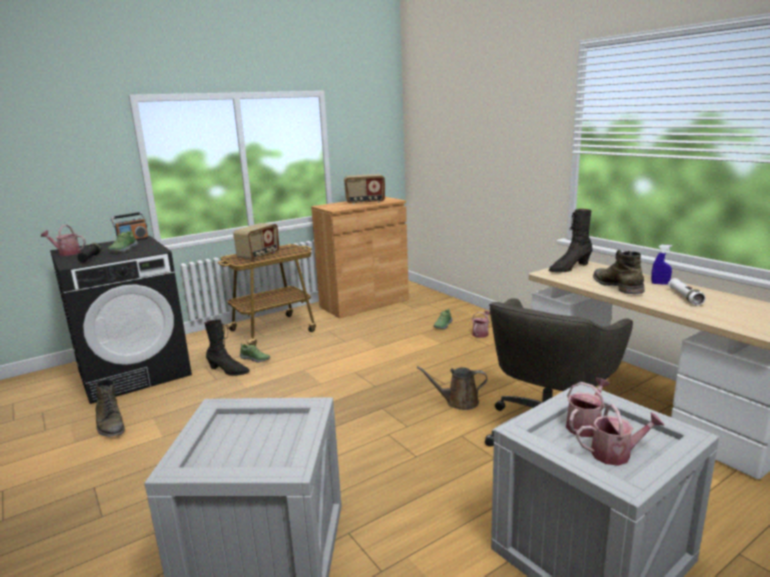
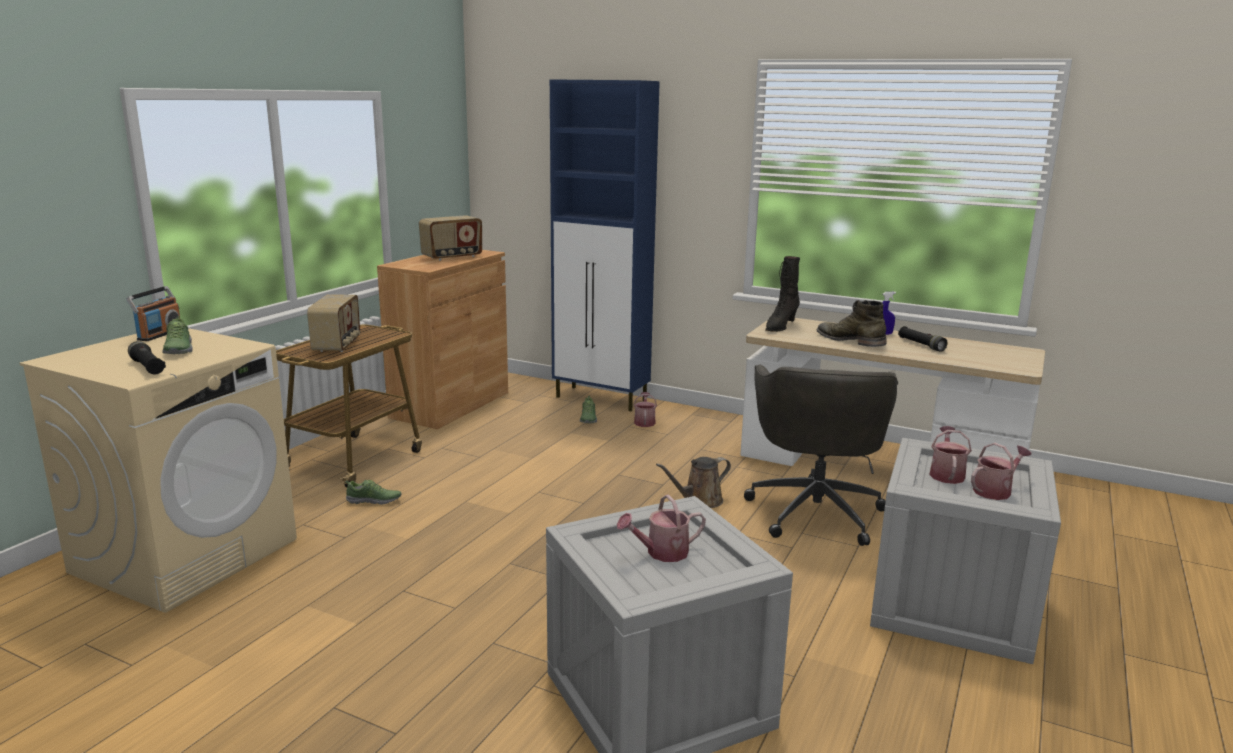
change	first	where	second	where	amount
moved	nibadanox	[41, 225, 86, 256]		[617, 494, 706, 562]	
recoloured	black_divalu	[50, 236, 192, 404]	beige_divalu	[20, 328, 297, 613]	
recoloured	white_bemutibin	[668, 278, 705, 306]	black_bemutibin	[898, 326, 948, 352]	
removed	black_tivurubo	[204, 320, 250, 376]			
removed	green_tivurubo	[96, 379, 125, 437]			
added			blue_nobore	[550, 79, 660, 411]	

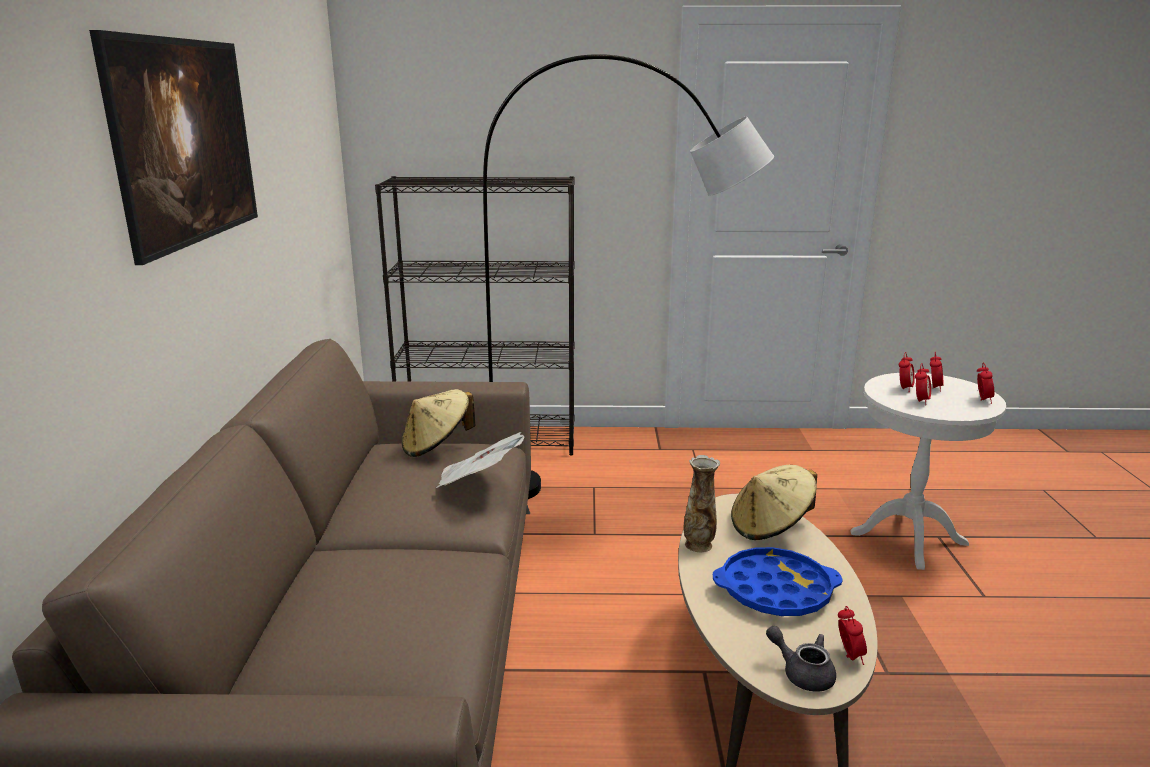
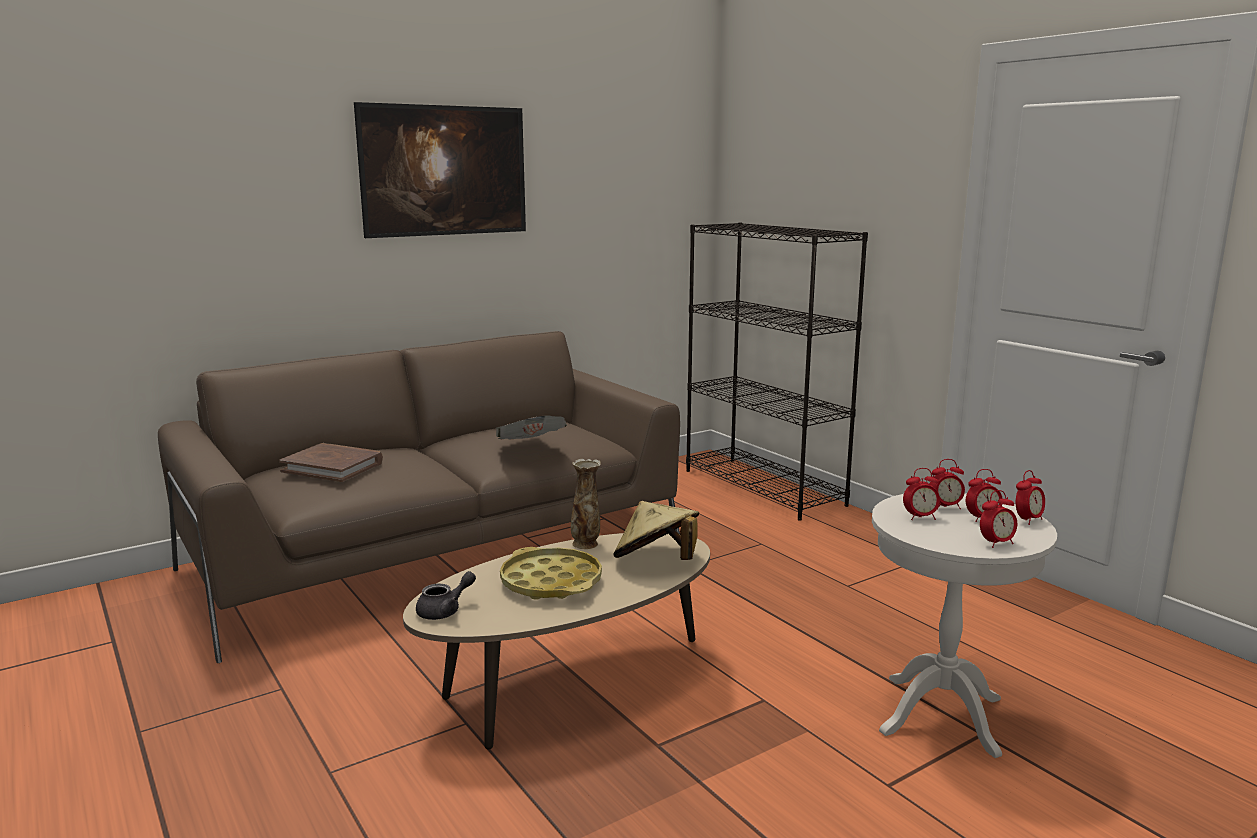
change	first	where	second	where	amount
removed	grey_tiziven	[483, 54, 774, 499]			
removed	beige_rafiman	[402, 389, 475, 457]			
recoloured	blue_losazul	[713, 547, 843, 616]	yellow_losazul	[500, 547, 602, 600]	
moved	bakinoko	[838, 606, 867, 665]		[1016, 470, 1045, 525]	
turned	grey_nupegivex	[766, 626, 836, 692]		[416, 571, 476, 620]	45 degrees clockwise
added			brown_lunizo	[279, 443, 383, 482]	

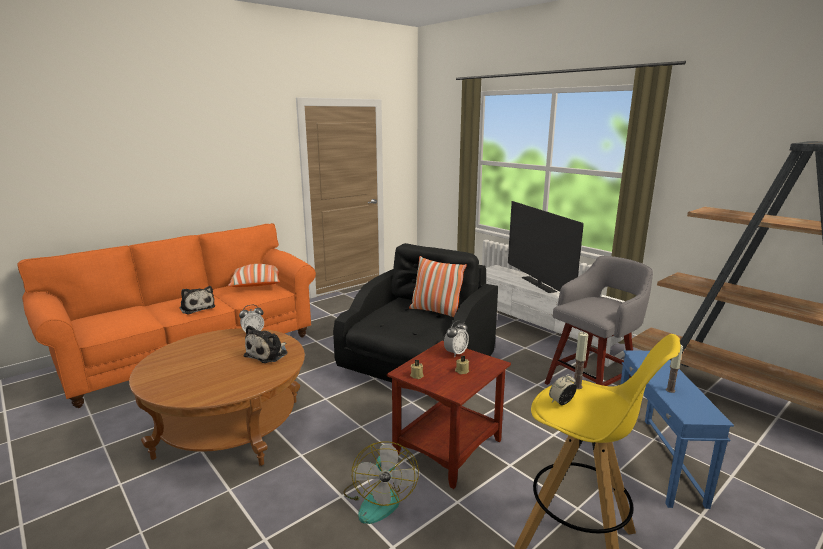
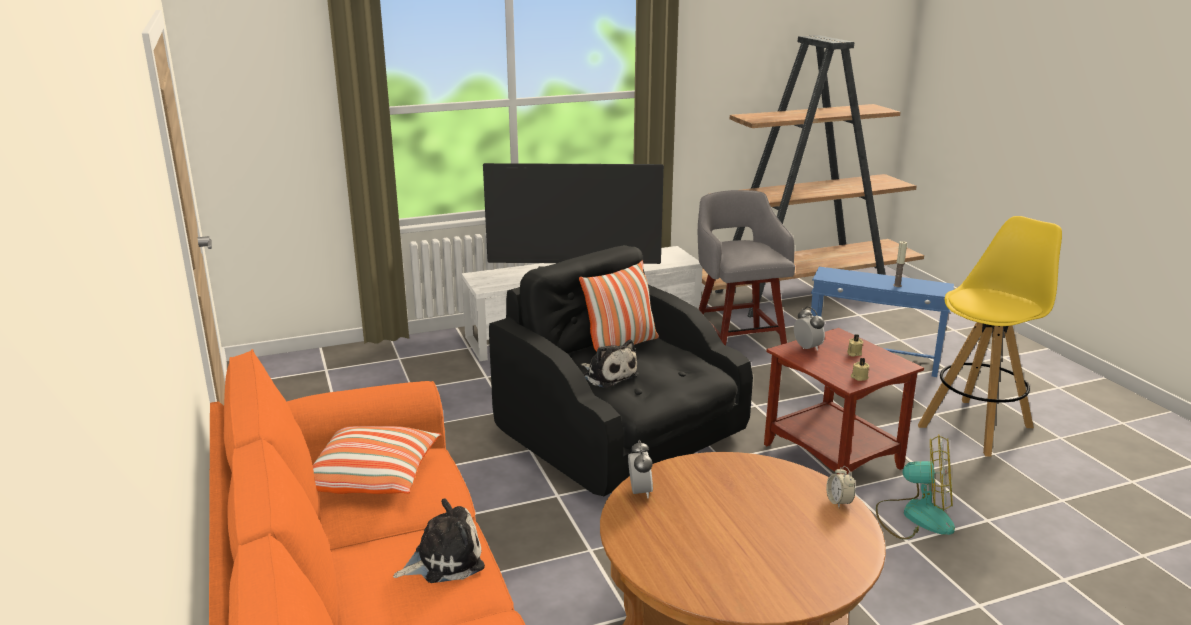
change	first	where	second	where	amount
moved	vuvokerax	[243, 325, 288, 363]		[581, 340, 639, 388]	
removed	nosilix	[574, 332, 588, 389]			
moved	bakinoko	[549, 374, 577, 405]		[826, 466, 855, 508]	

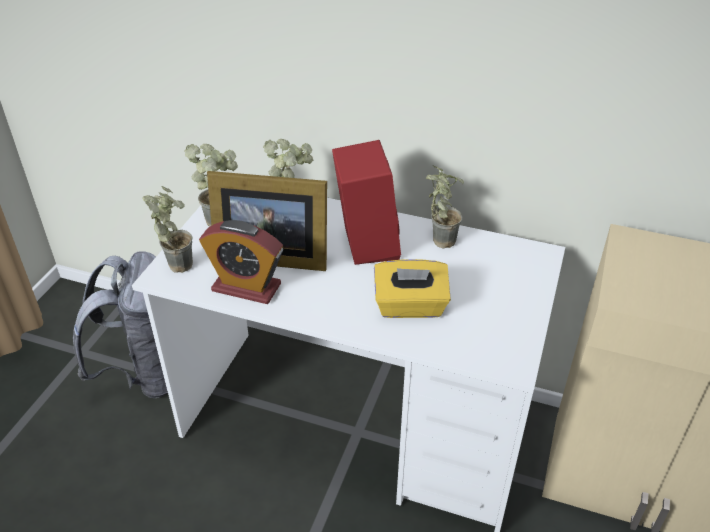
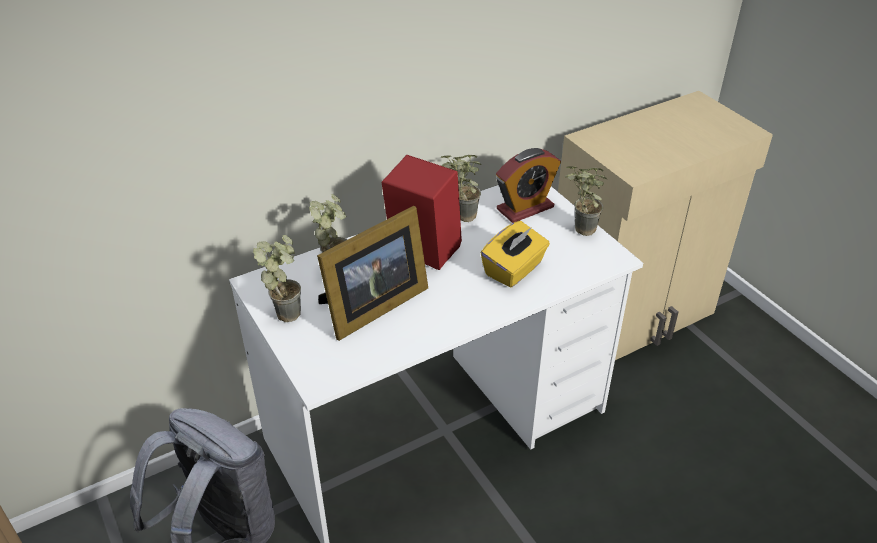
change	first	where	second	where	amount
moved	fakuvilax	[142, 186, 193, 273]		[565, 166, 607, 236]	
moved	bakinoko	[199, 220, 283, 304]		[496, 148, 561, 223]	

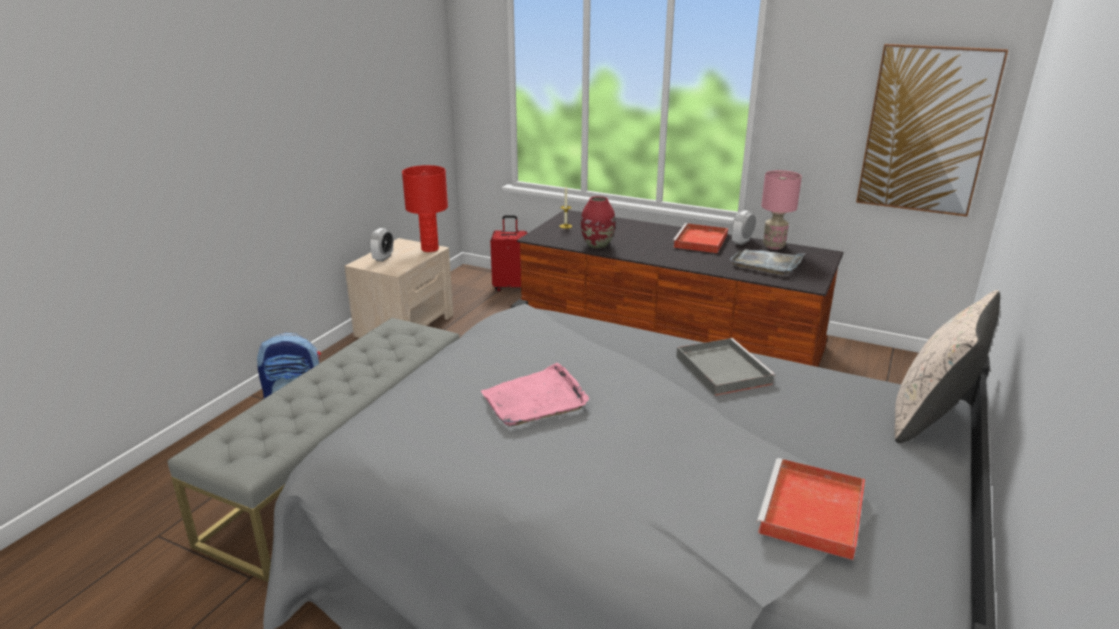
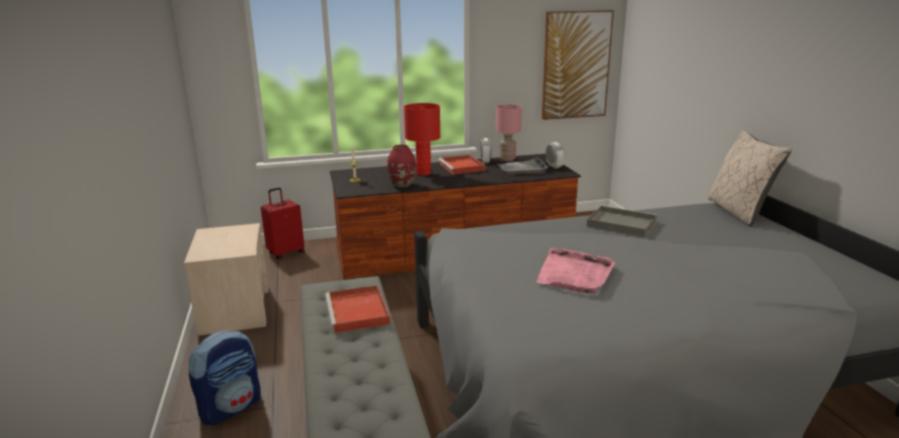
change	first	where	second	where	amount
moved	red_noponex	[402, 165, 448, 252]		[404, 103, 440, 175]	
moved	bakinoko	[370, 228, 393, 262]		[546, 142, 564, 169]	
moved	red_losazul	[756, 458, 865, 560]		[325, 285, 390, 333]	

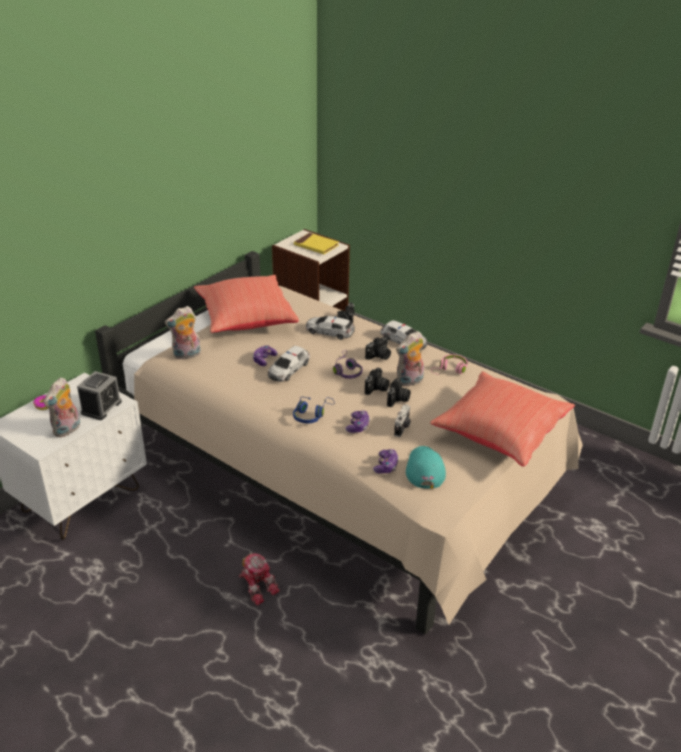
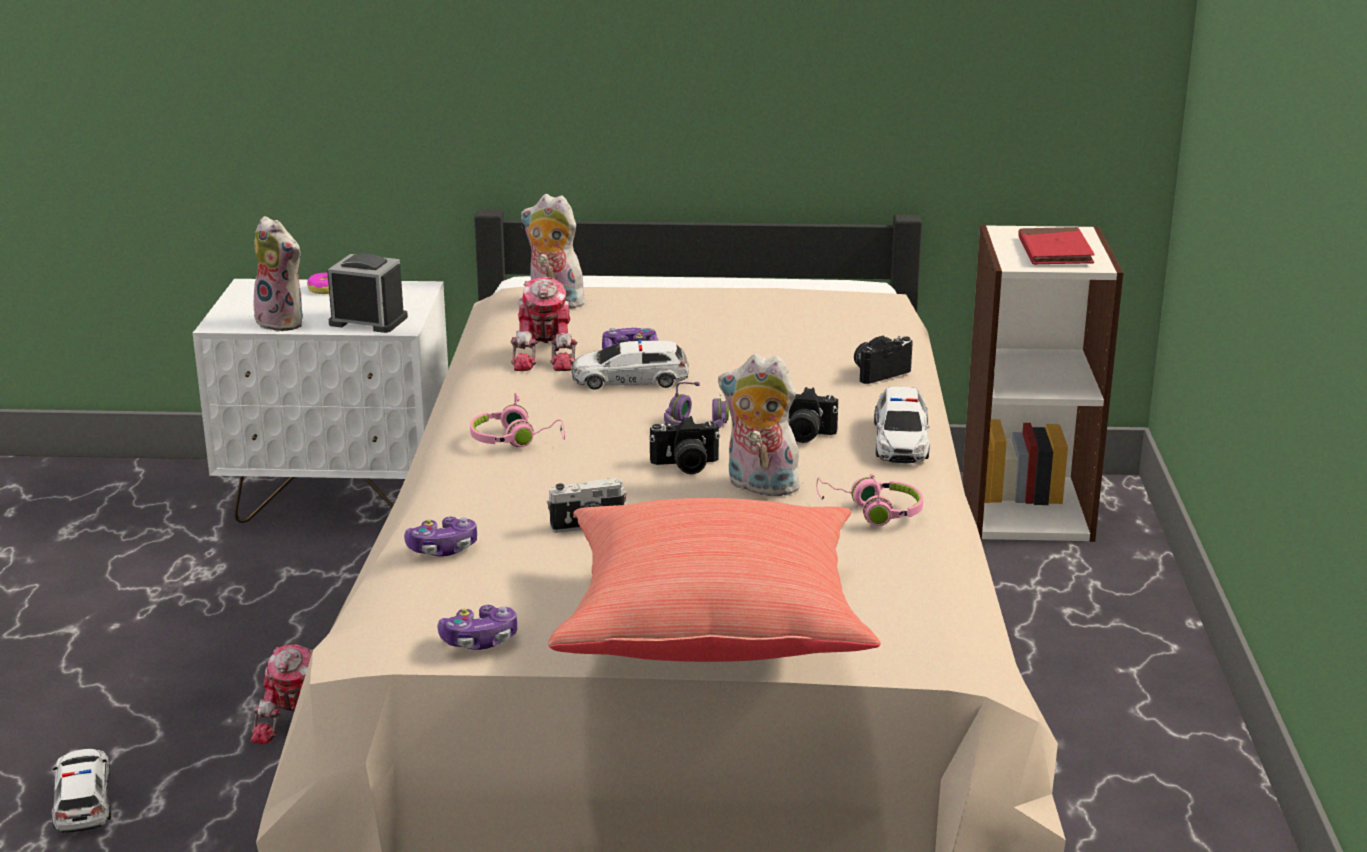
change	first	where	second	where	amount
recoloured	yellow_lunizo	[294, 233, 339, 254]	red_lunizo	[1018, 227, 1095, 265]	
removed	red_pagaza	[194, 275, 299, 333]			
moved	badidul	[306, 316, 355, 340]		[52, 749, 111, 834]	
turned	bakinoko	[77, 371, 122, 420]		[327, 254, 408, 333]	150 degrees counterclockwise
turned	vuvokerax	[44, 377, 80, 438]		[253, 216, 303, 332]	135 degrees counterclockwise
removed	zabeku	[387, 378, 410, 407]			
recoloured	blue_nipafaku	[293, 397, 334, 424]	pink_nipafaku	[470, 393, 565, 447]	
moved	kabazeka	[346, 411, 370, 433]		[437, 605, 517, 650]	
removed	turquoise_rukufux	[406, 446, 446, 489]			
added			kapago	[511, 277, 577, 371]	

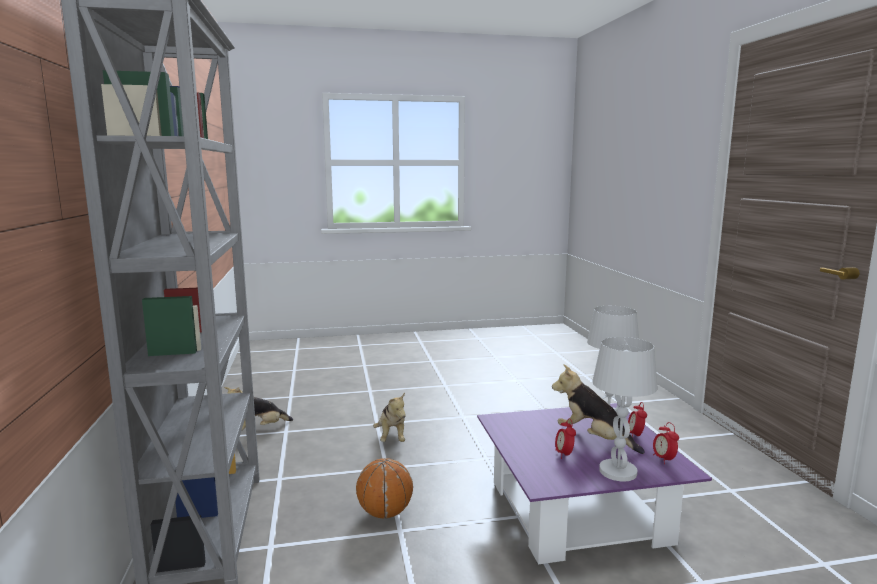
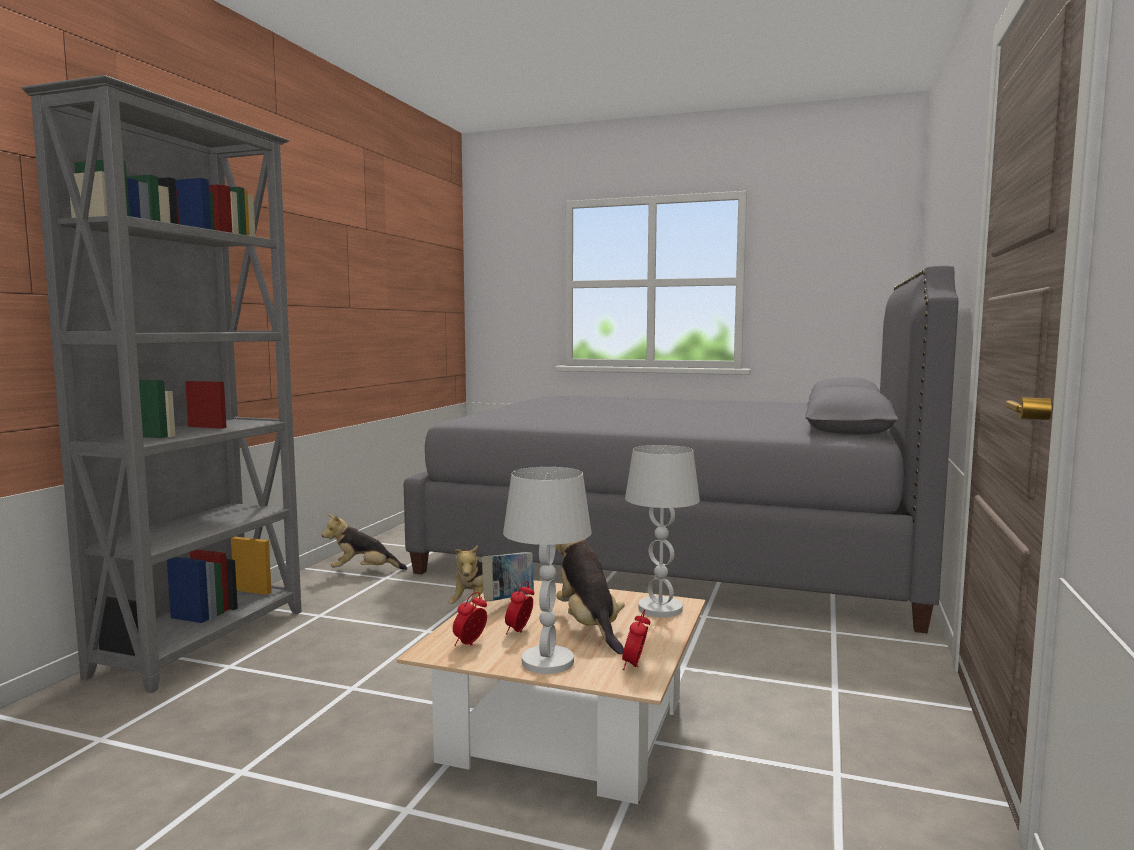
change	first	where	second	where	amount
moved	bakinoko	[628, 402, 647, 438]		[453, 592, 487, 646]	
recoloured	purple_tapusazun	[477, 403, 712, 564]	beige_tapusazun	[397, 580, 705, 804]	
removed	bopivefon	[356, 458, 413, 518]			
added			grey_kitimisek	[404, 266, 959, 633]	
added			lunizo	[482, 552, 534, 602]	

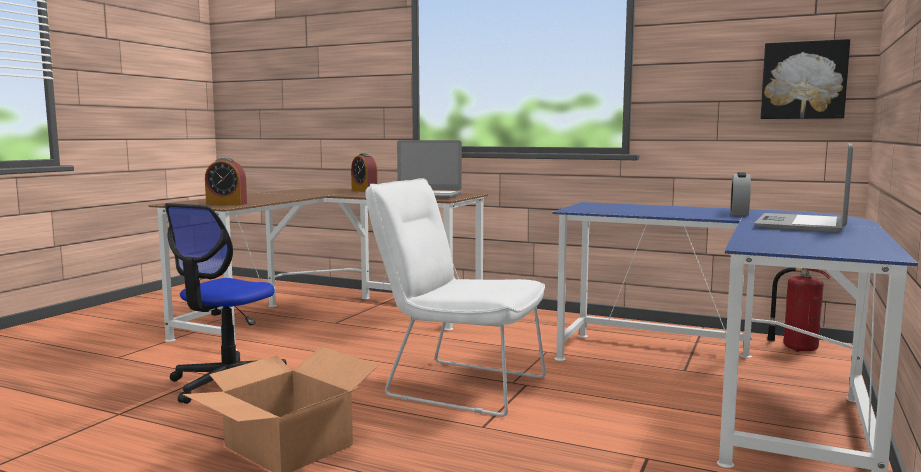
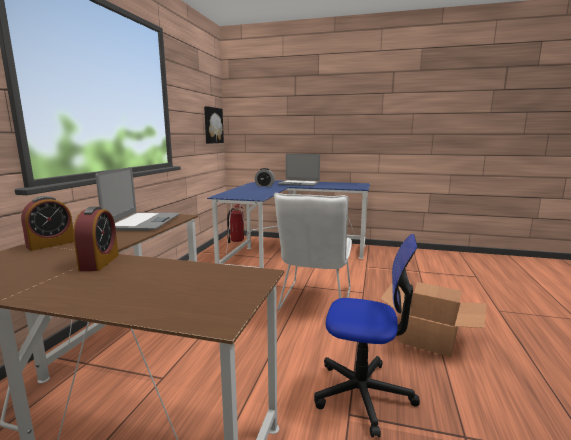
change	first	where	second	where	amount
moved	bakinoko	[205, 158, 247, 205]		[73, 207, 119, 271]	

